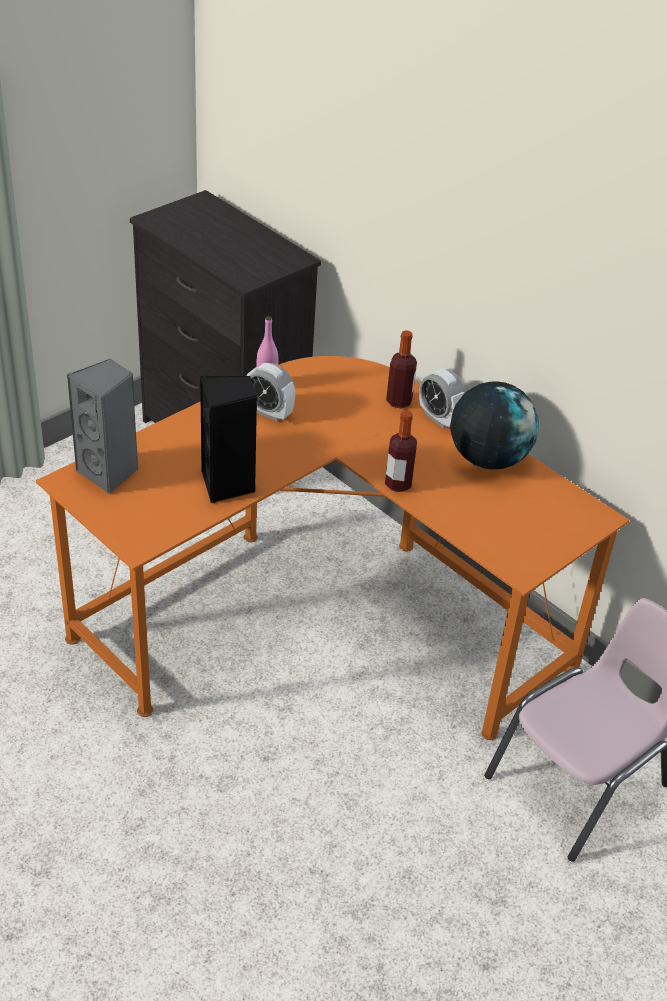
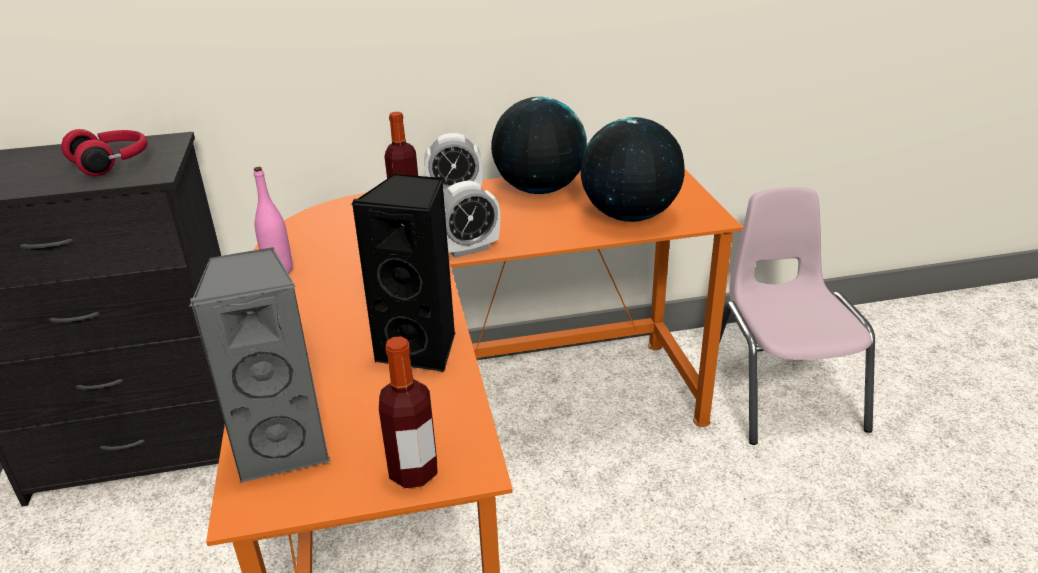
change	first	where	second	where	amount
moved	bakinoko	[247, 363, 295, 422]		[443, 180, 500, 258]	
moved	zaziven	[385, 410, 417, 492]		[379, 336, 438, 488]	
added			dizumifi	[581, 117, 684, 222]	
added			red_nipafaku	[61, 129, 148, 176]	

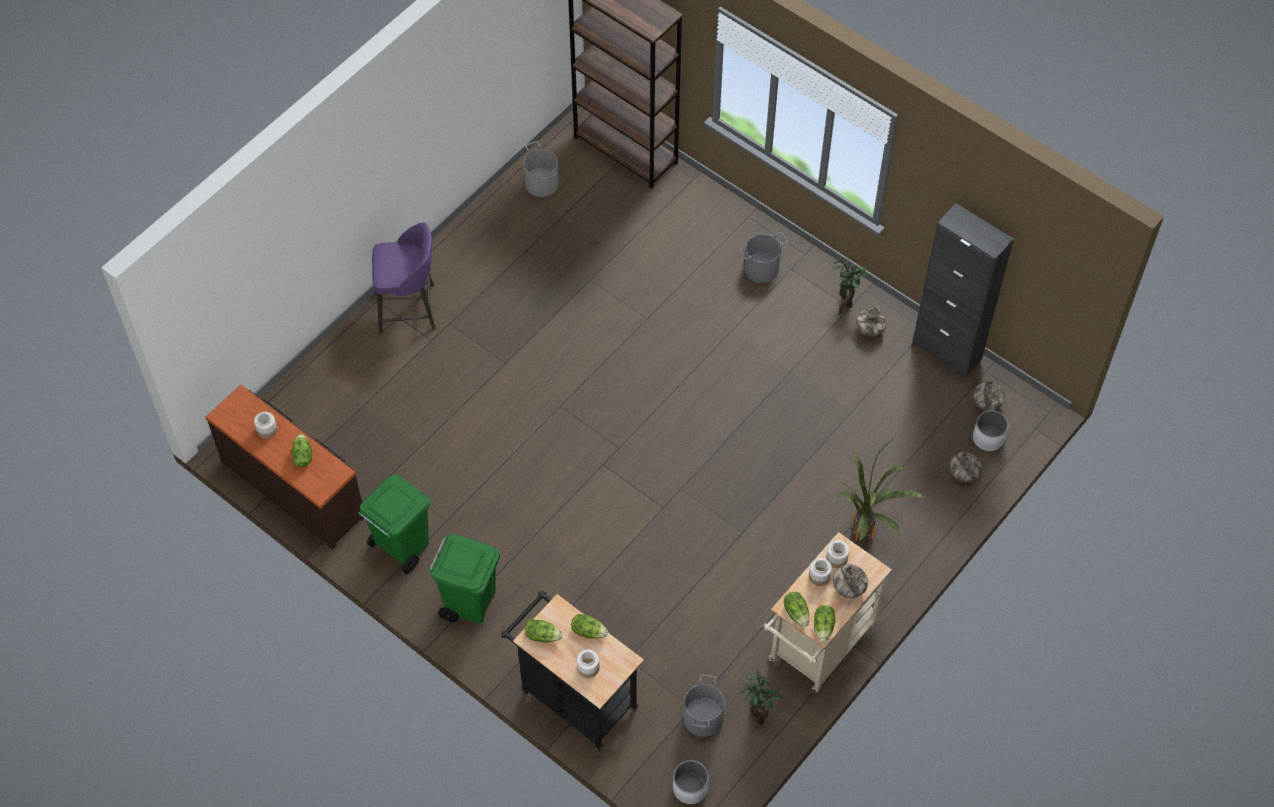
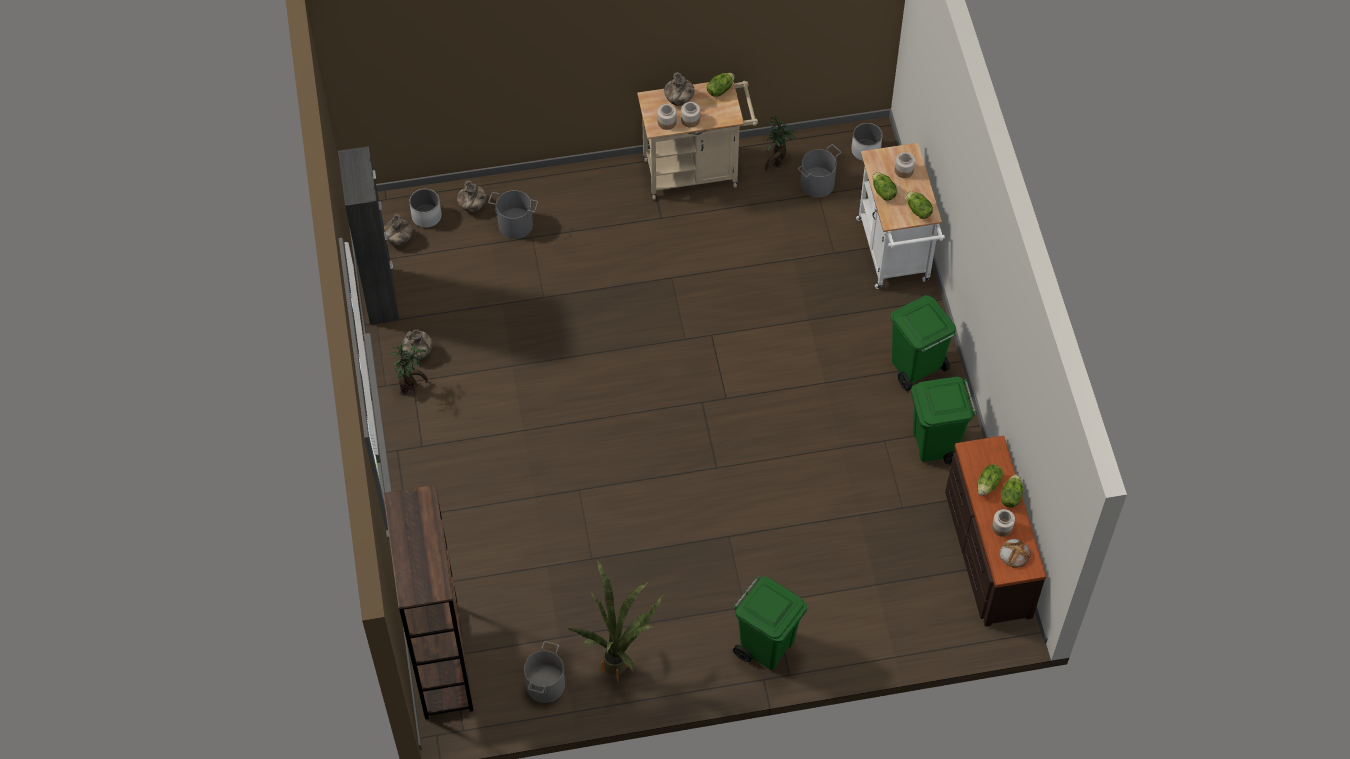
change	first	where	second	where	amount
replaced	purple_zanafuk	[372, 222, 436, 334]	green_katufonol	[733, 576, 807, 670]	
moved	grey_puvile	[739, 232, 788, 283]		[488, 190, 538, 239]	
moved	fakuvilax	[835, 438, 927, 543]		[568, 558, 664, 681]	
recoloured	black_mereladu	[501, 591, 644, 751]	white_mereladu	[856, 143, 945, 289]	
moved	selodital	[784, 591, 809, 627]		[1001, 474, 1023, 508]	
added			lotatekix	[1000, 539, 1031, 568]	

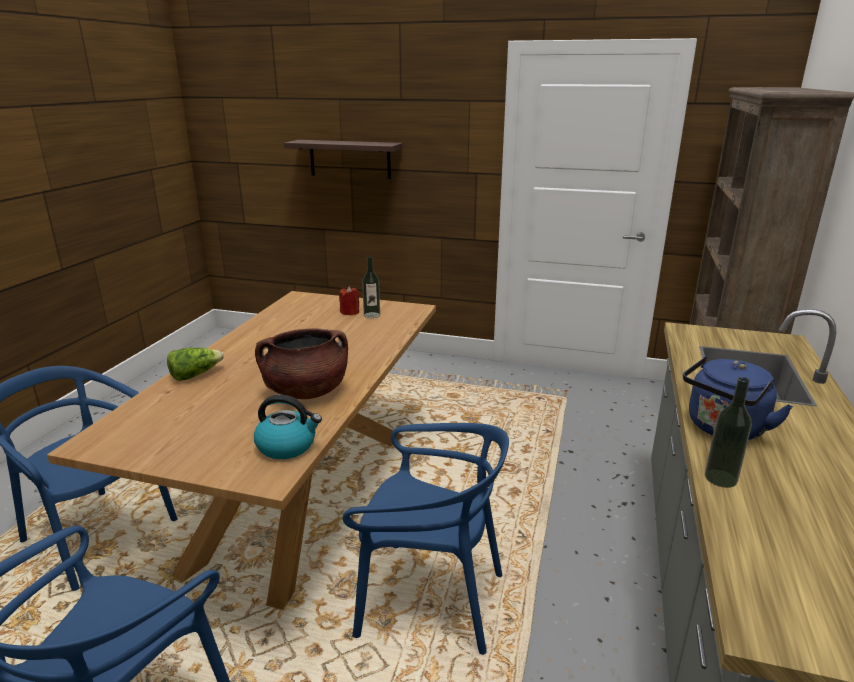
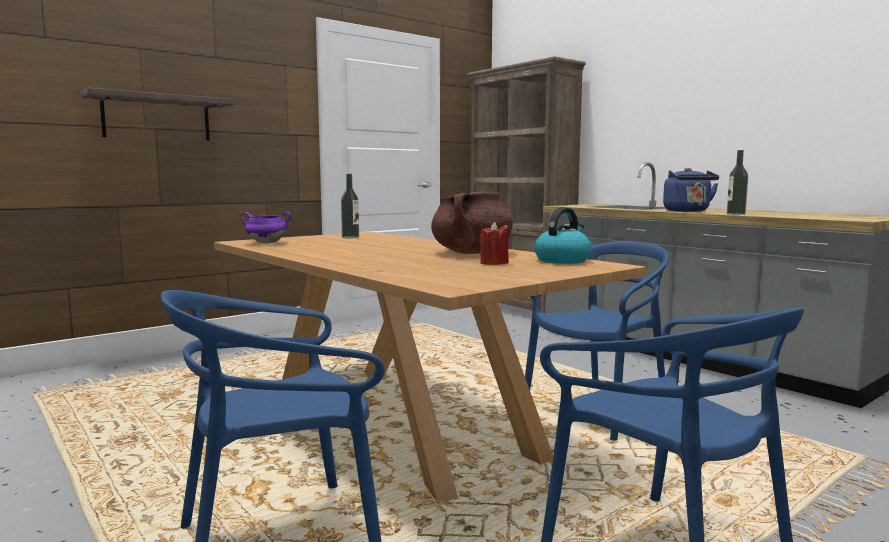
change	first	where	second	where	amount
moved	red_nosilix	[339, 286, 359, 315]		[479, 222, 509, 265]	
removed	selodital	[167, 348, 224, 381]			
added			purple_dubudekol	[241, 211, 292, 244]	

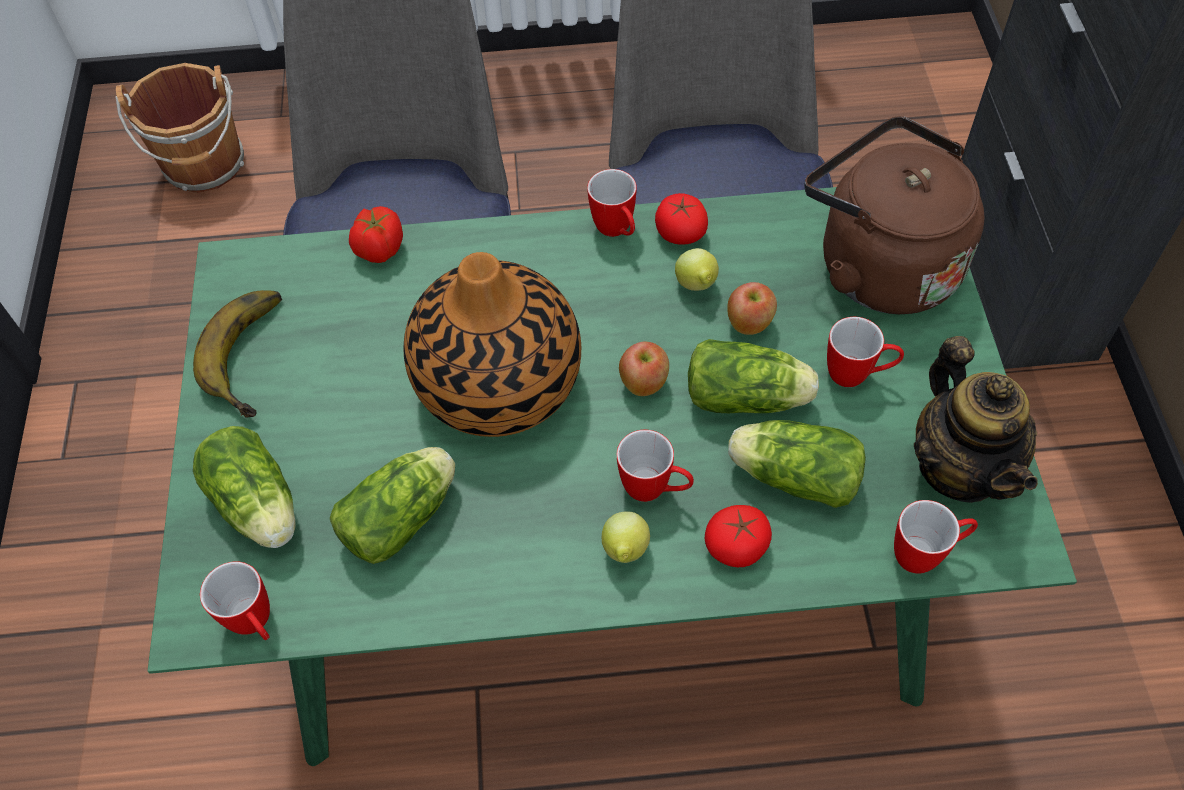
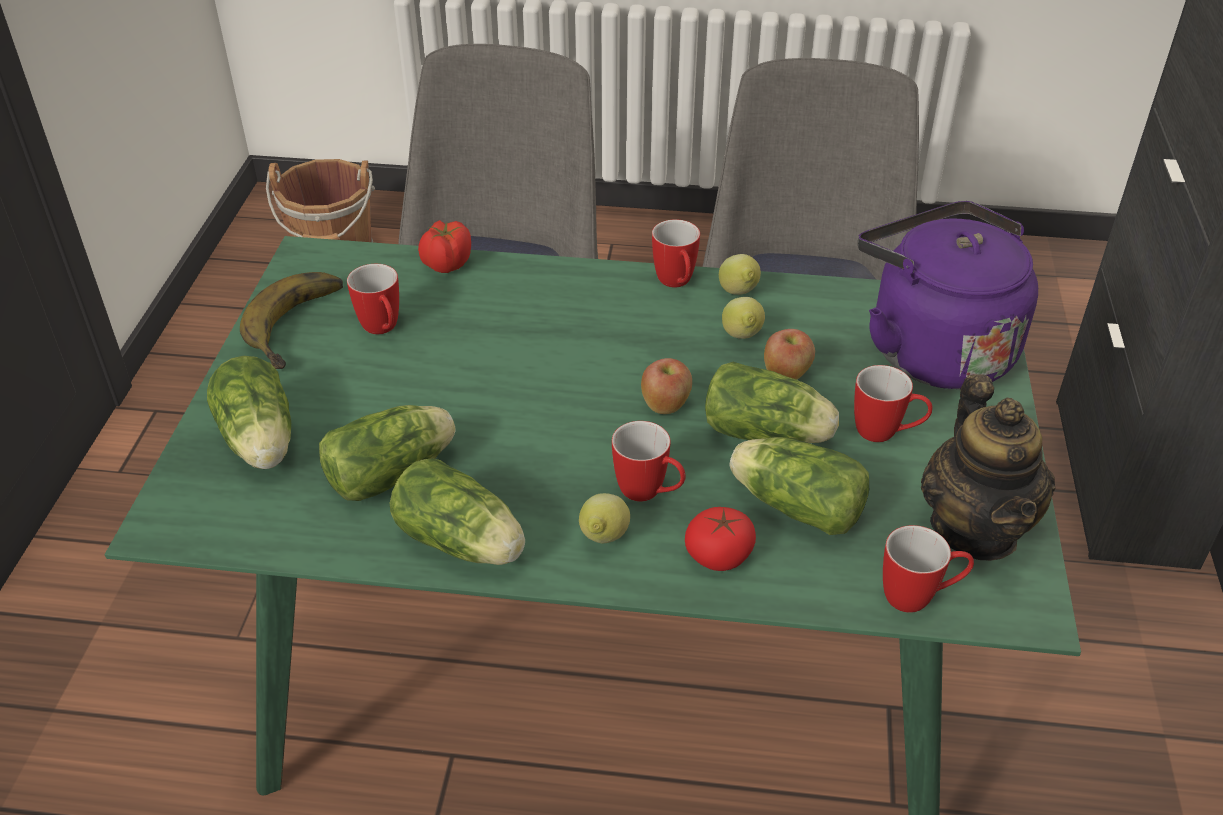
change	first	where	second	where	amount
recoloured	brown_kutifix	[804, 116, 984, 314]	purple_kutifix	[858, 201, 1038, 389]	
replaced	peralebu	[655, 193, 708, 245]	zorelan	[719, 254, 761, 295]	
removed	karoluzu	[404, 252, 581, 437]			
moved	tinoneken	[200, 561, 270, 640]		[347, 264, 399, 334]	
added			selodital	[390, 458, 525, 565]	

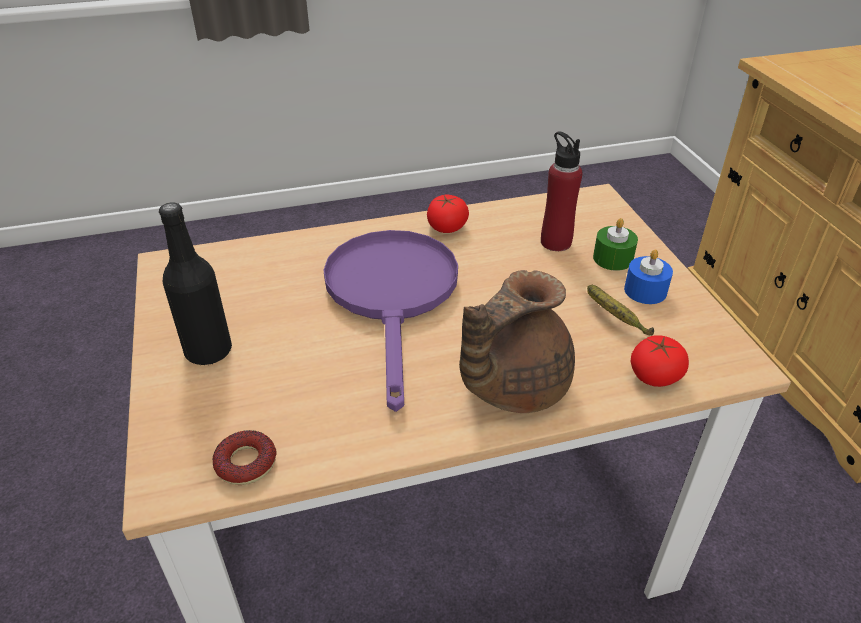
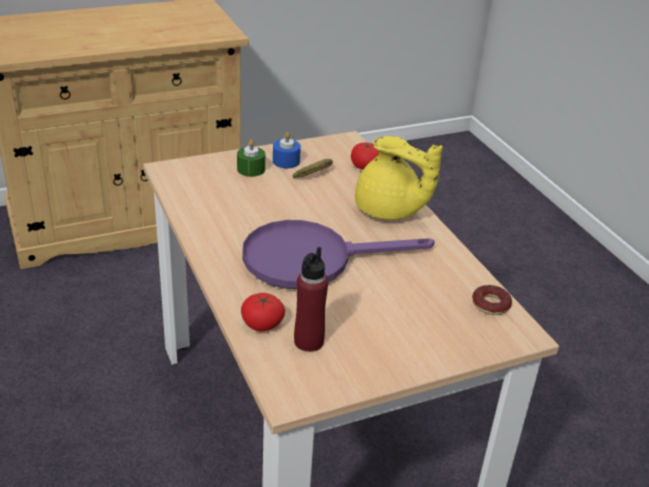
change	first	where	second	where	amount
moved	red_zaziven	[541, 131, 583, 251]		[294, 247, 328, 352]	
moved	peralebu	[427, 195, 469, 233]		[241, 293, 285, 331]	
removed	black_zaziven	[159, 202, 232, 365]			
recoloured	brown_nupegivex	[459, 270, 575, 413]	yellow_nupegivex	[355, 136, 443, 220]	

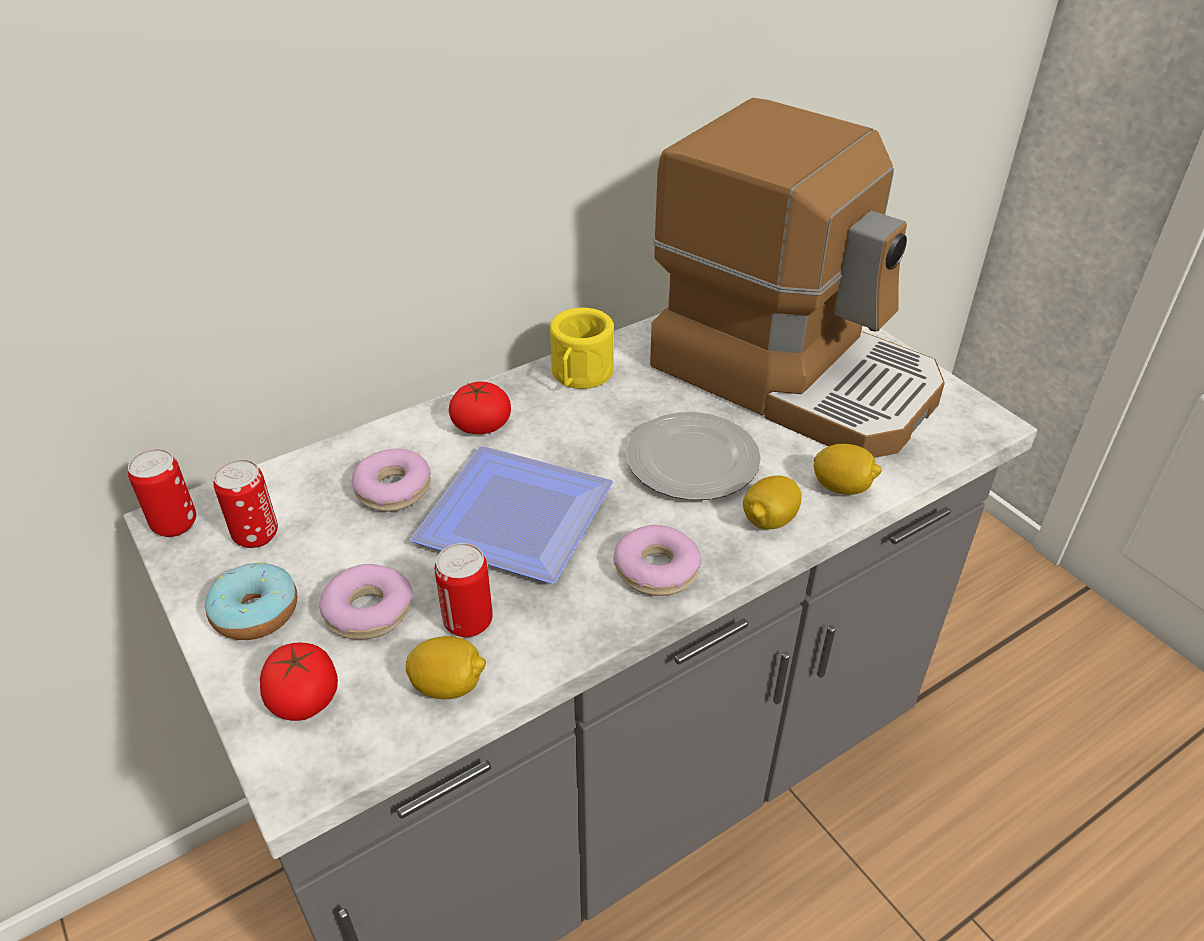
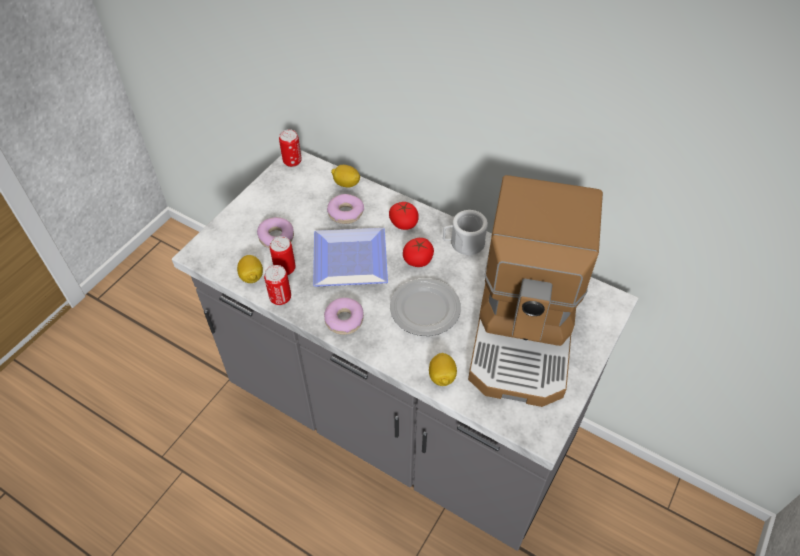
change	first	where	second	where	amount
recoloured	yellow_tinoneken	[550, 308, 614, 389]	white_tinoneken	[443, 210, 488, 255]	
moved	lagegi	[213, 459, 278, 548]		[264, 265, 291, 305]	
moved	zorelan	[743, 476, 802, 529]		[331, 165, 360, 187]	
removed	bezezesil	[205, 562, 297, 640]			
moved	peralebu	[260, 643, 338, 721]		[403, 238, 434, 267]	

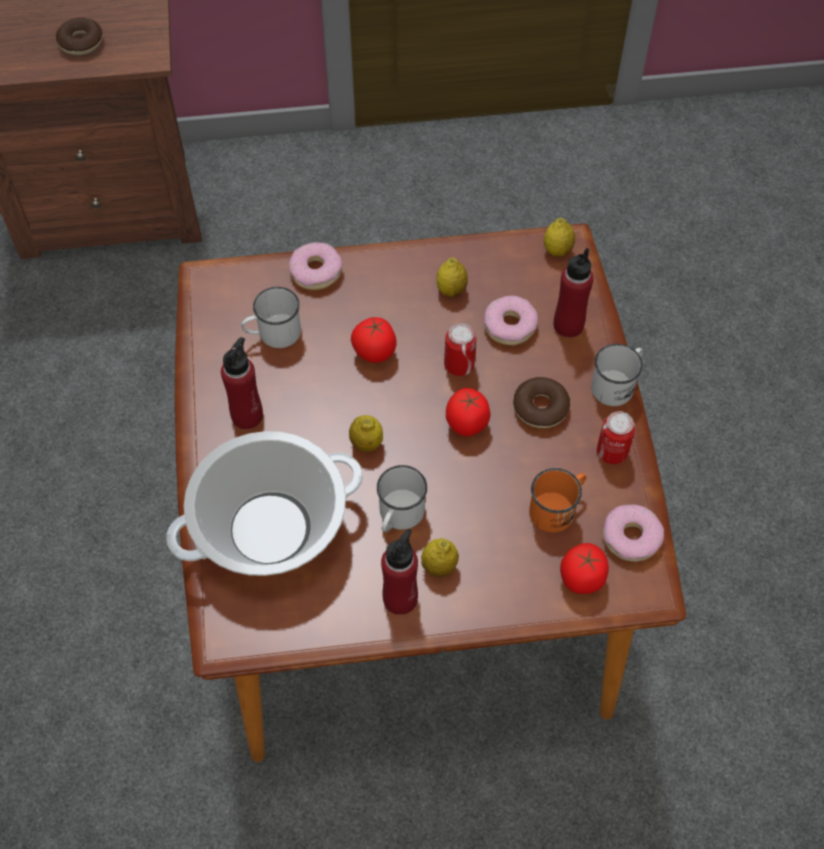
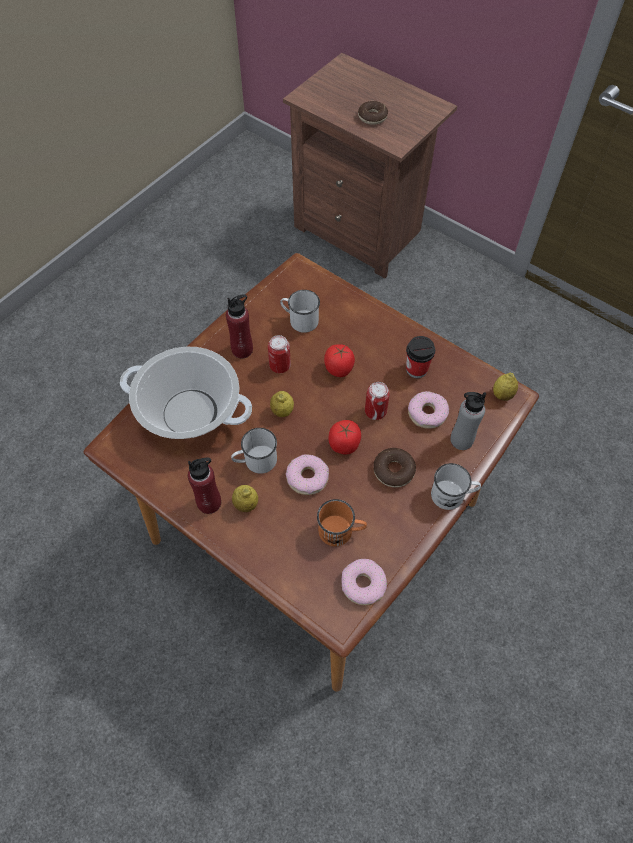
change	first	where	second	where	amount
moved	bezezesil	[289, 242, 343, 290]		[286, 454, 329, 495]	
recoloured	red_zaziven	[554, 248, 594, 338]	grey_zaziven	[450, 392, 486, 450]	
replaced	zorelan	[436, 257, 468, 297]	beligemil	[406, 336, 435, 378]	
moved	lagegi	[597, 411, 635, 464]		[268, 335, 291, 373]	
removed	peralebu	[560, 543, 609, 594]			

